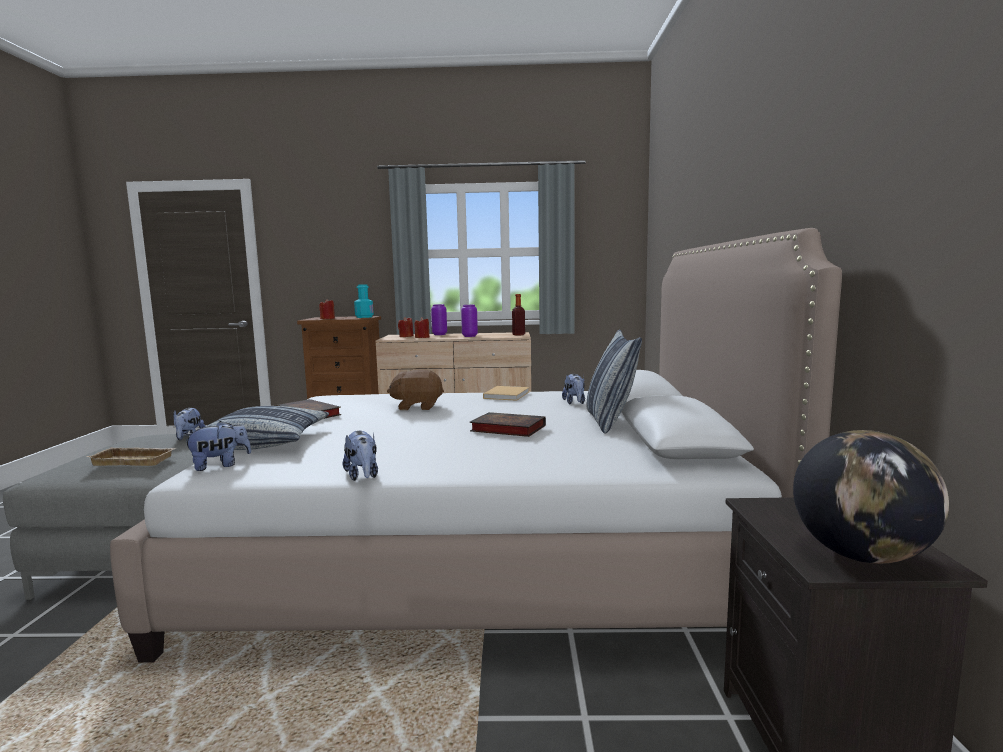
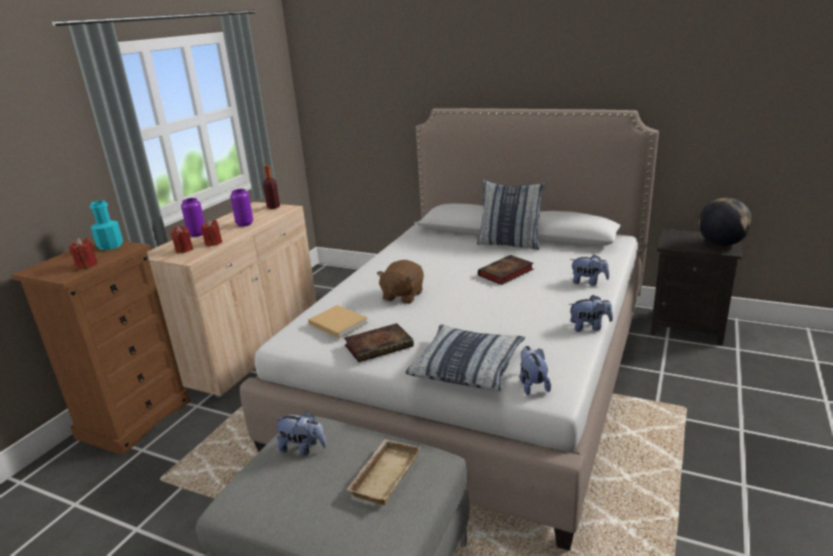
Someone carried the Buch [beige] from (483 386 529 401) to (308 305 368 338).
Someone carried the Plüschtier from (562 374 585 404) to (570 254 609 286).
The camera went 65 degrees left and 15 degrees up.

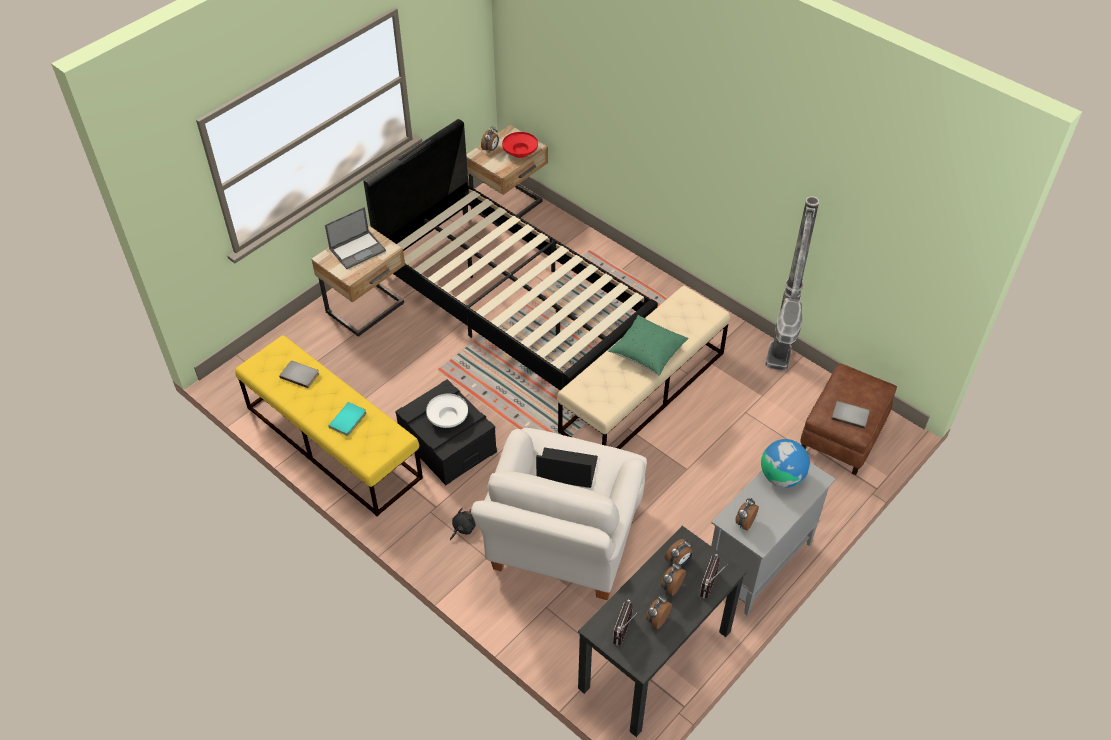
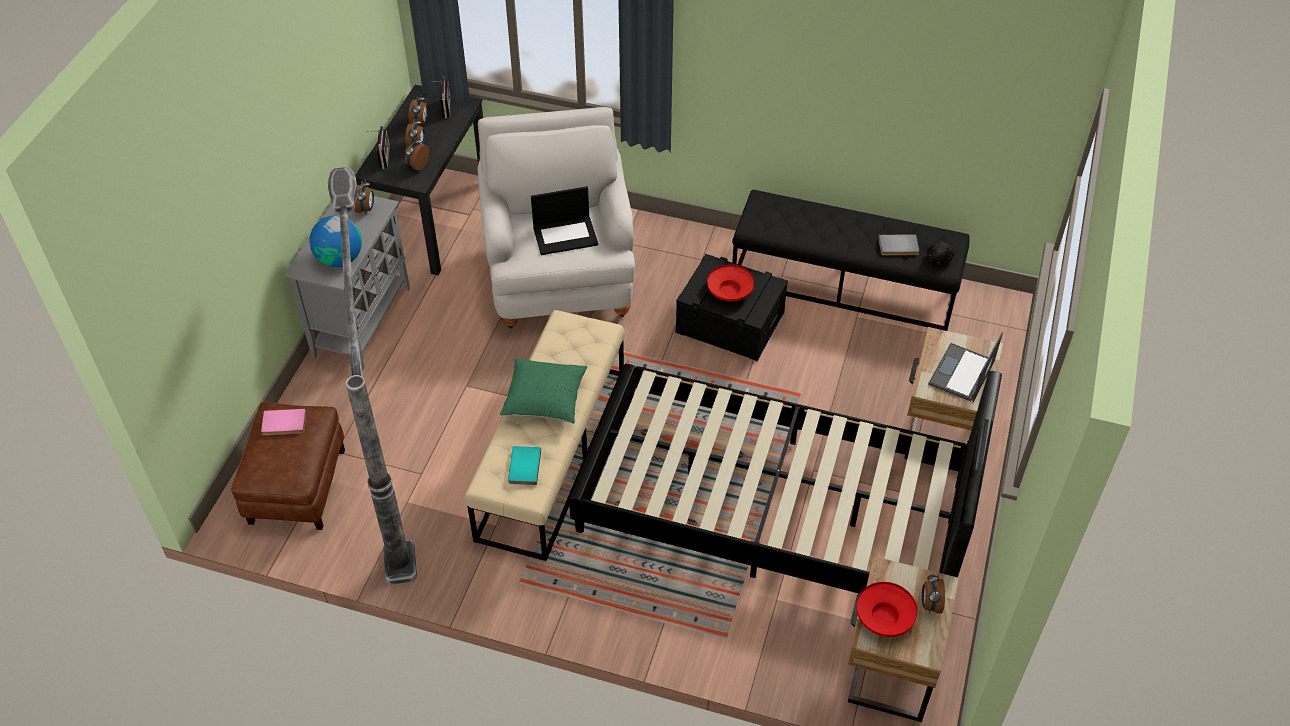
Someone repainted the Buch [grau] at (831 401 870 429), which became the Buch [rosa] at (261 409 306 435).
Someone carried the Buch [türkis] from (328 402 366 436) to (508 446 541 485).
Someone repainted the Schüssel [weiß] at (426 394 468 428), which became the Schüssel [rot] at (707 264 754 301).
Someone repainted the Bank [gelb] at (235 335 423 516), which became the Bank [schwarz] at (732 190 970 331).
Someone carried the Plüschtier [schwarz] from (450 508 476 540) to (927 240 954 264).
The camera went 155 degrees right and 0 degrees up.

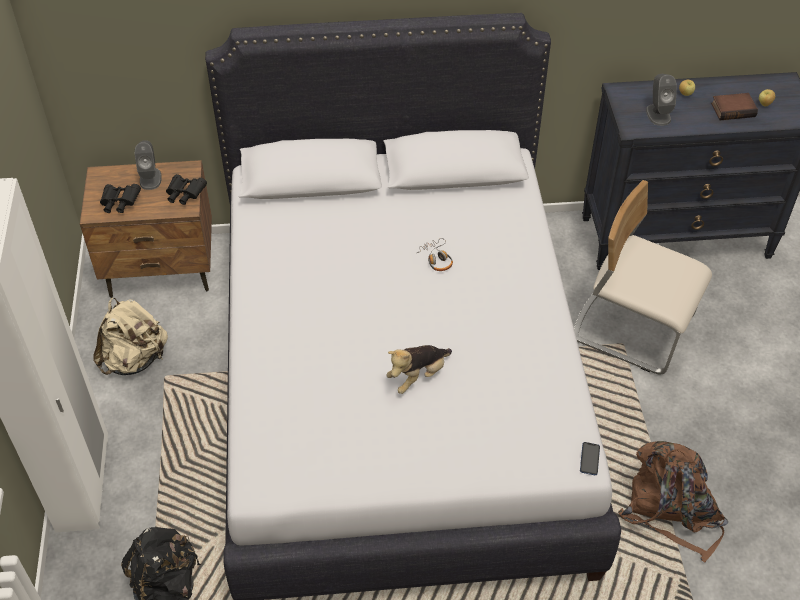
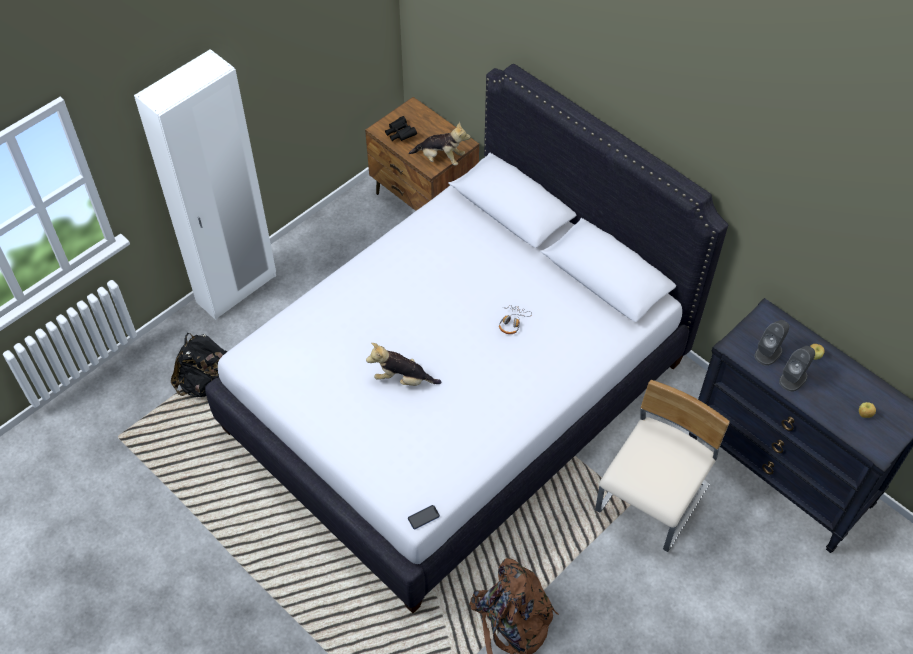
Someone swapped the Fernglas [schwarz] at (166 174 207 205) for the Plüschtier at (409 122 471 166).
Someone rotated the Stuhl [beige] at (574 180 712 374) by 45 degrees clockwise.
Someone carried the Lautsprecher [grau] from (134 140 162 190) to (779 346 815 392).
Someone took away the Rucksack [beige] at (93 297 168 375).
Someone took away the Buch at (711 93 758 120).
The camera went 50 degrees right and 5 degrees up.

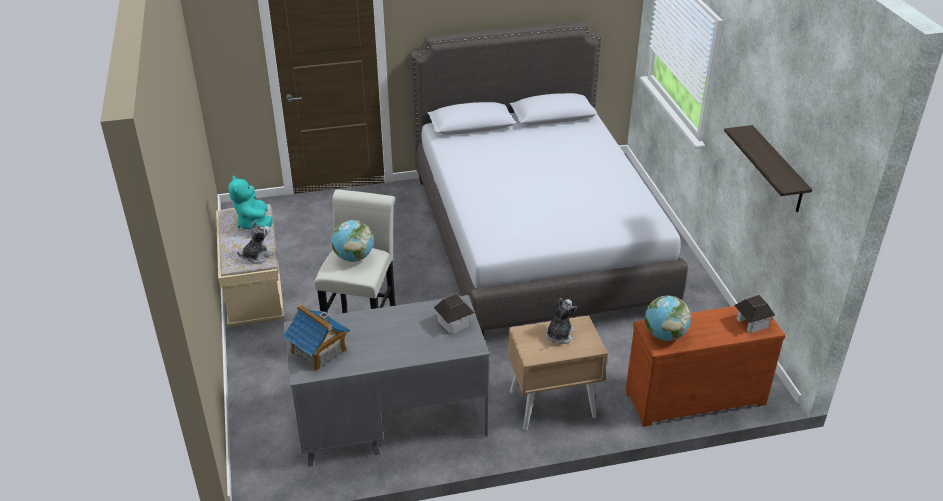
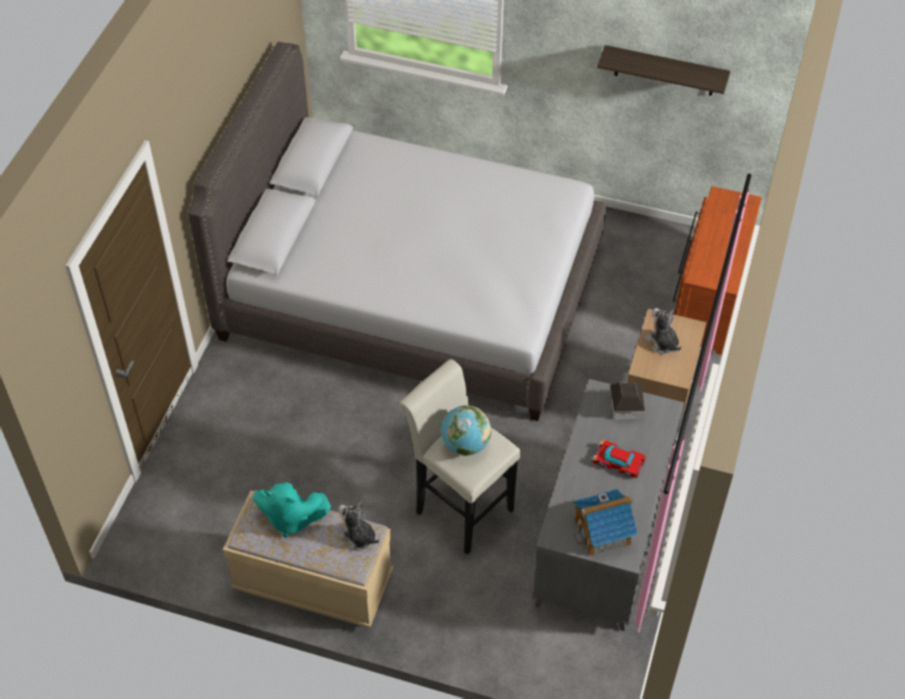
Someone rotated the Plüschtier at (237 221 274 264) by 45 degrees counterclockwise.
Someone put down the Spielzeugauto at (593 440 646 478).
Someone took away the Globus at (645 296 691 341).
Someone took away the Spielzeughaus at (734 295 776 333).
The camera went 60 degrees left and 15 degrees up.

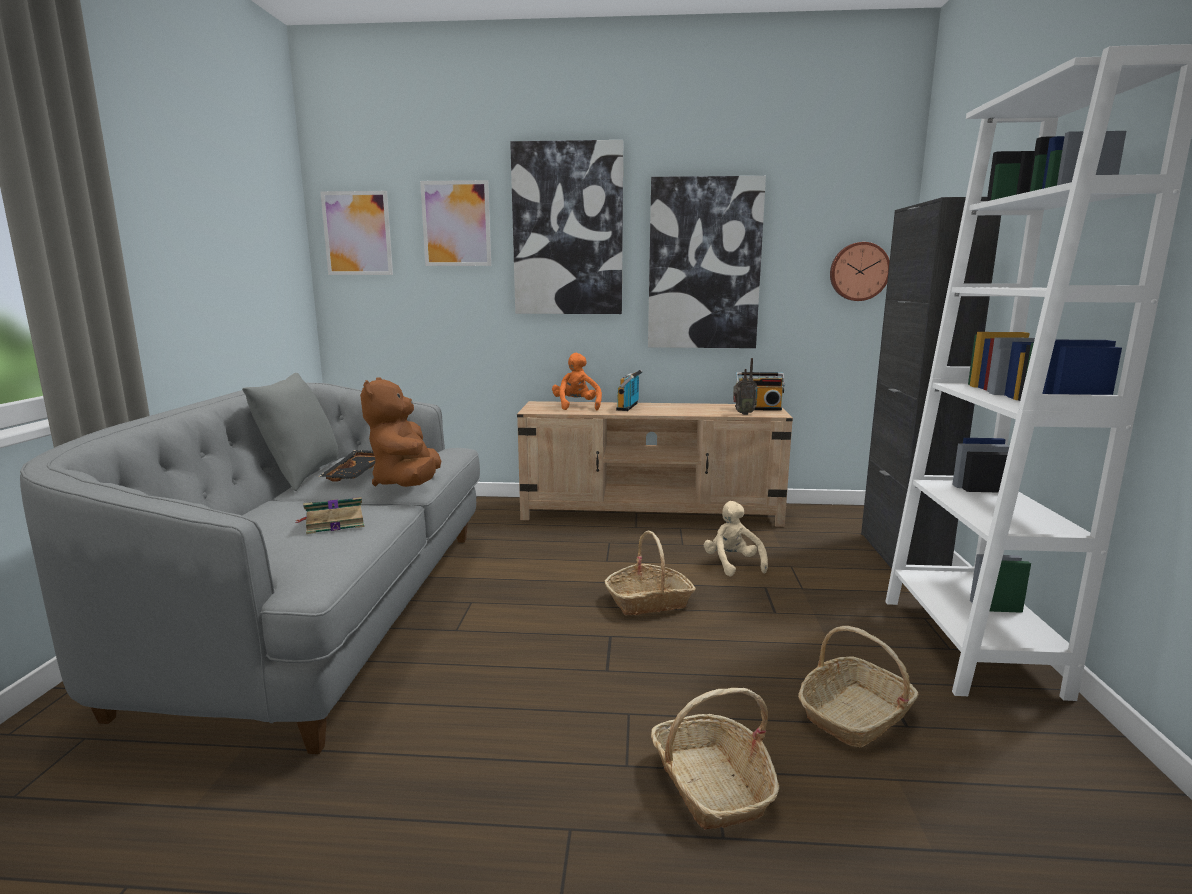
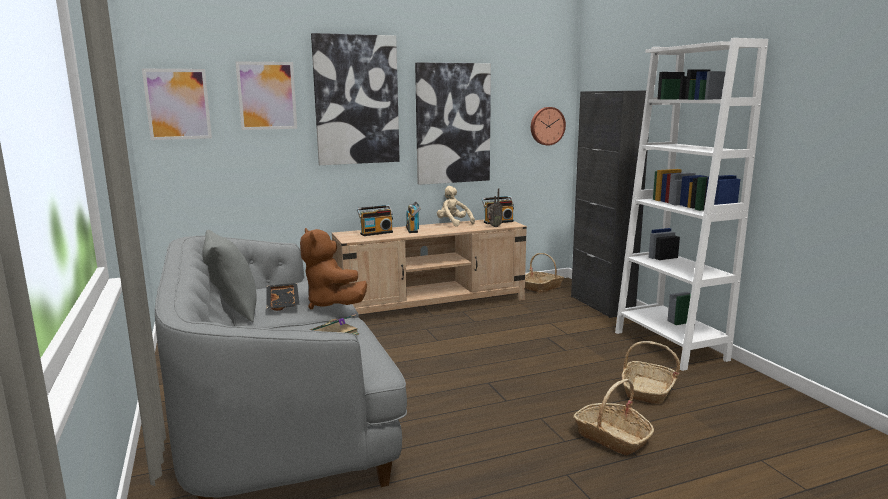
Someone swapped the Plüschtier [orange] at (552 353 602 411) for the Radio at (357 205 393 236).
Someone carried the Plüschtier [beige] from (704 501 768 577) to (437 186 475 227).
Someone carried the Korb from (605 531 696 616) to (525 253 564 293).
The camera went 25 degrees left and 0 degrees up.

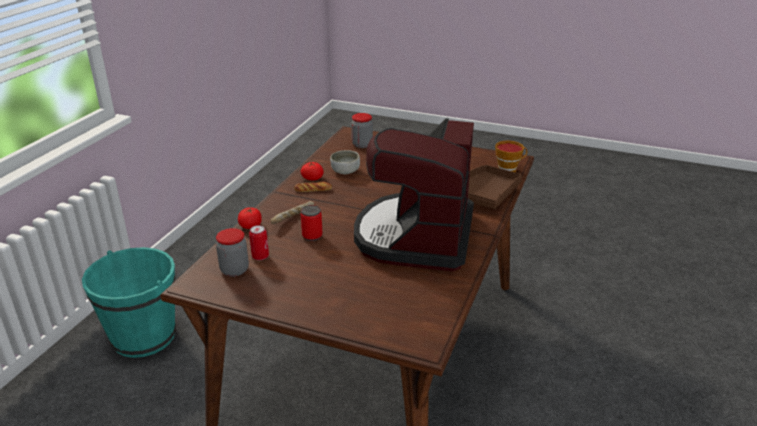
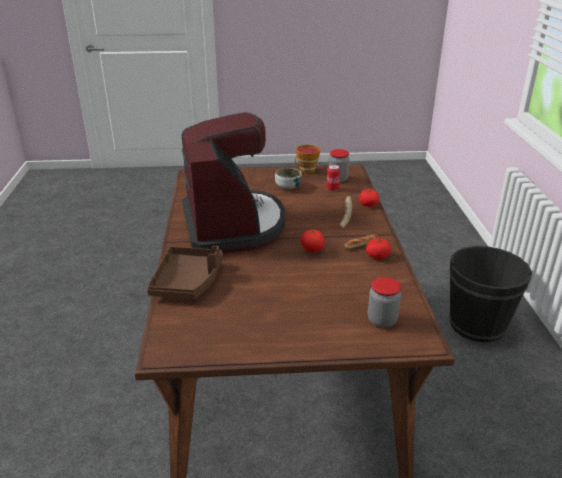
Someone carried the Schüssel from (330 150 360 174) to (275 168 302 189).
Someone carried the Tasse from (495 141 527 172) to (295 145 321 174).
Someone put down the Tomate at (301 230 325 252).
Someone repainted the Eimer [türkis] at (82 247 176 358), which became the Eimer [schwarz] at (449 246 533 342).
Someone took away the Dose at (301 205 323 241).
The camera went 155 degrees right and 0 degrees up.

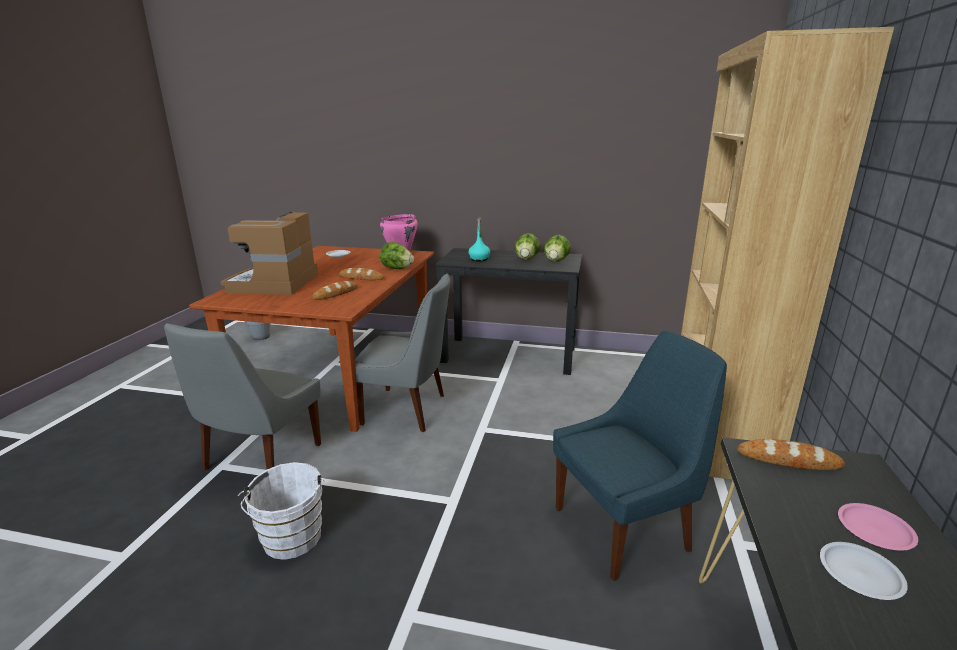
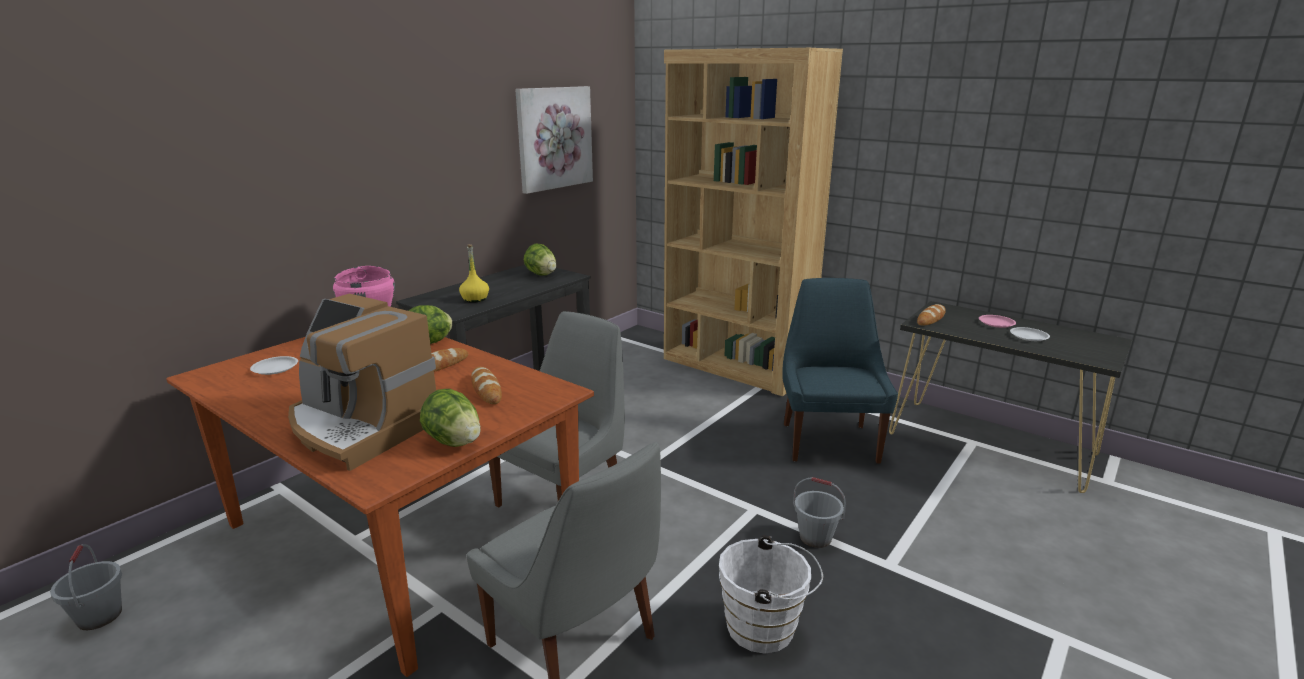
Someone carried the Salatkopf from (514 233 540 260) to (420 389 481 447).
Someone repainted the Flasche [türkis] at (469 217 490 261), which became the Flasche [gelb] at (459 244 489 303).
Someone put up the Bild at (515 86 593 194).
Someone put down the Eimer [grau] at (793 477 846 548).
The camera went 65 degrees left and 0 degrees up.

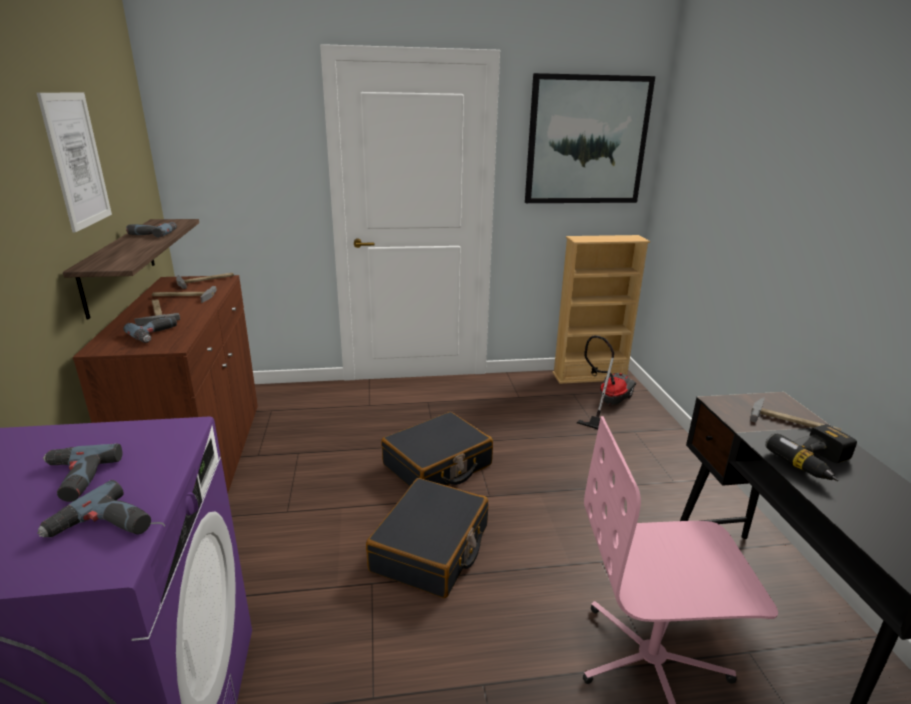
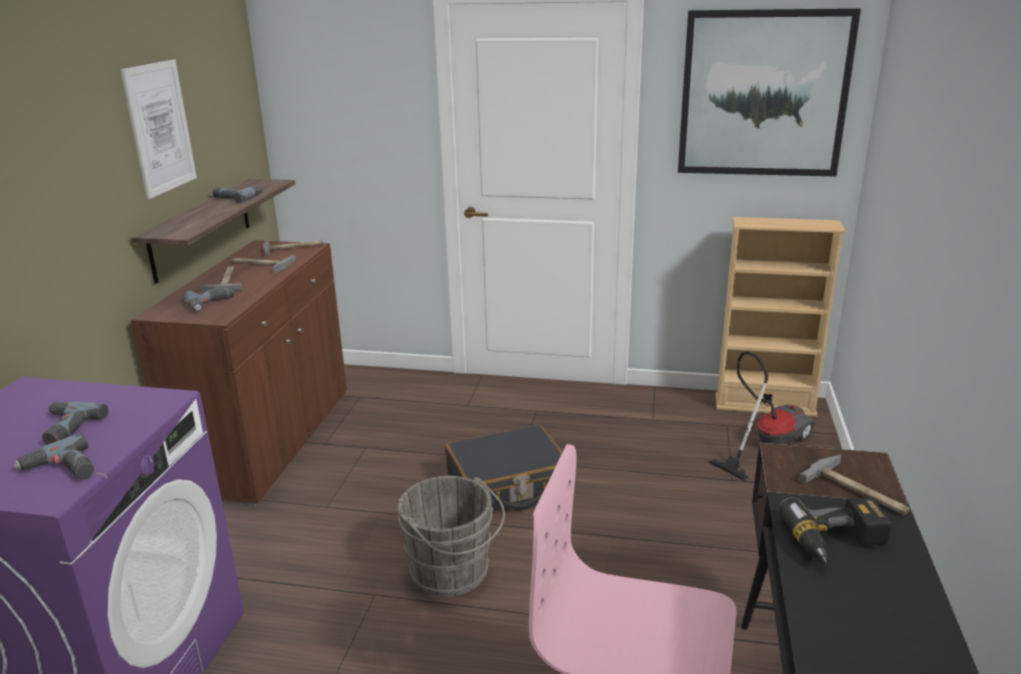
Someone swapped the Koffer [schwarz] at (366 478 489 598) for the Eimer [grau] at (398 476 505 597).
The camera went 20 degrees right and 0 degrees up.

